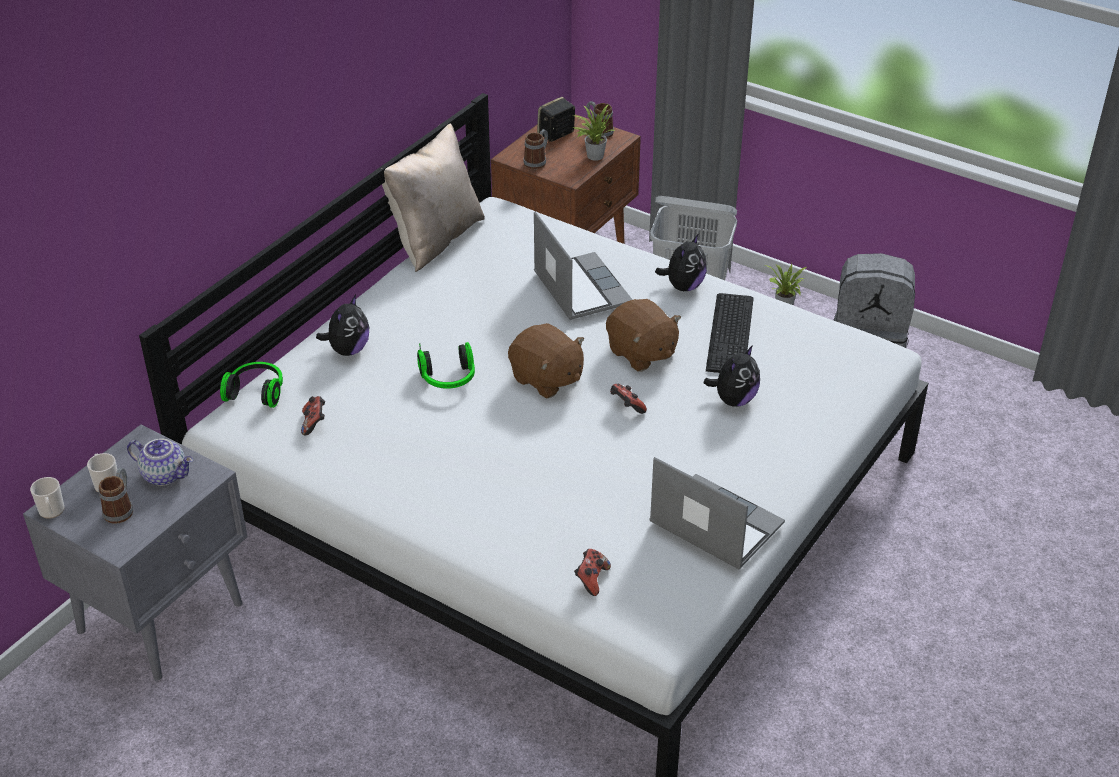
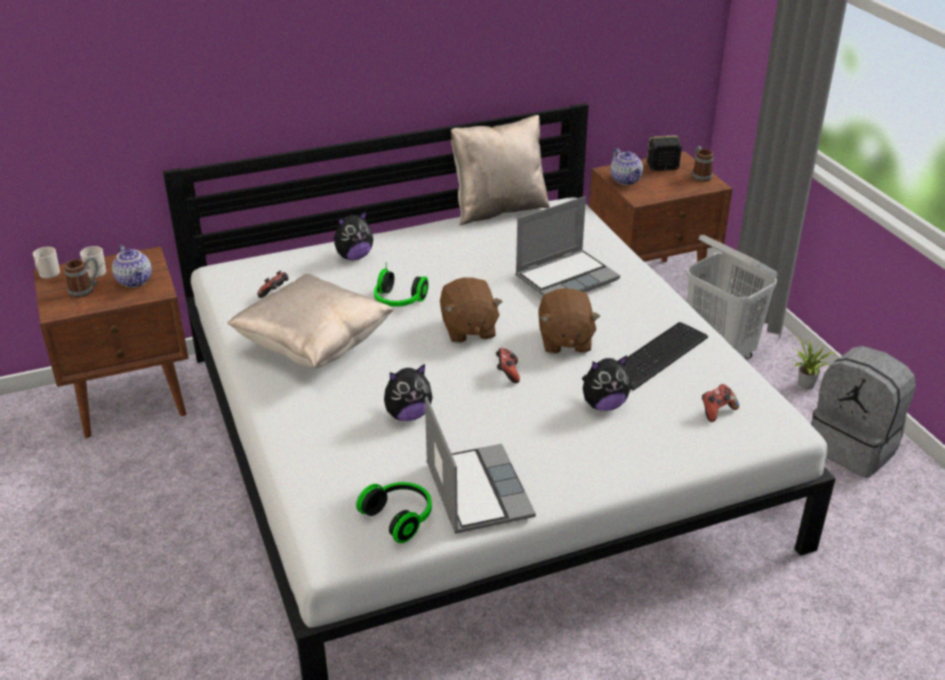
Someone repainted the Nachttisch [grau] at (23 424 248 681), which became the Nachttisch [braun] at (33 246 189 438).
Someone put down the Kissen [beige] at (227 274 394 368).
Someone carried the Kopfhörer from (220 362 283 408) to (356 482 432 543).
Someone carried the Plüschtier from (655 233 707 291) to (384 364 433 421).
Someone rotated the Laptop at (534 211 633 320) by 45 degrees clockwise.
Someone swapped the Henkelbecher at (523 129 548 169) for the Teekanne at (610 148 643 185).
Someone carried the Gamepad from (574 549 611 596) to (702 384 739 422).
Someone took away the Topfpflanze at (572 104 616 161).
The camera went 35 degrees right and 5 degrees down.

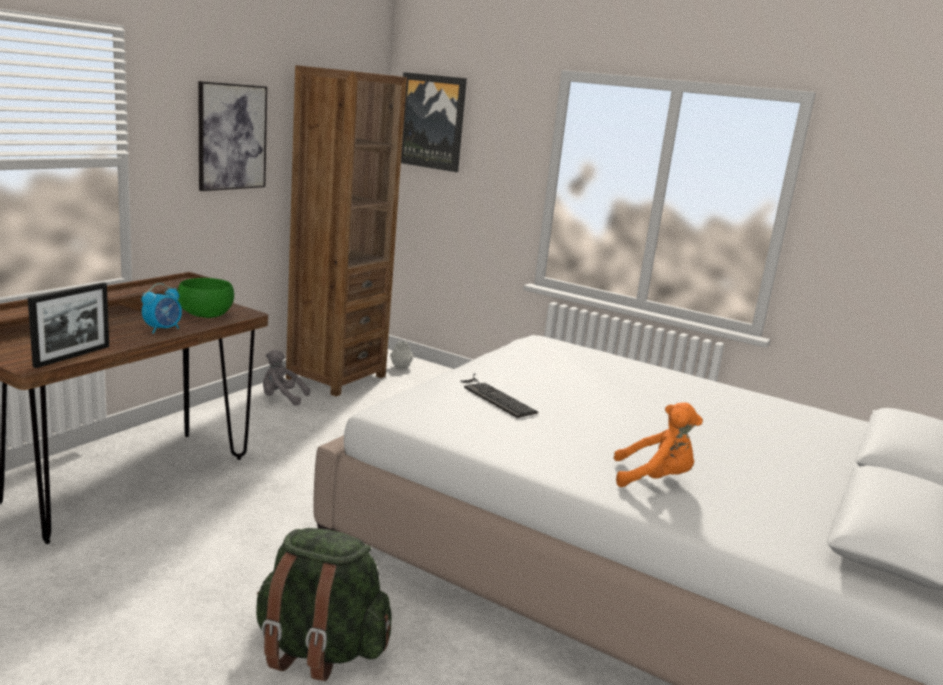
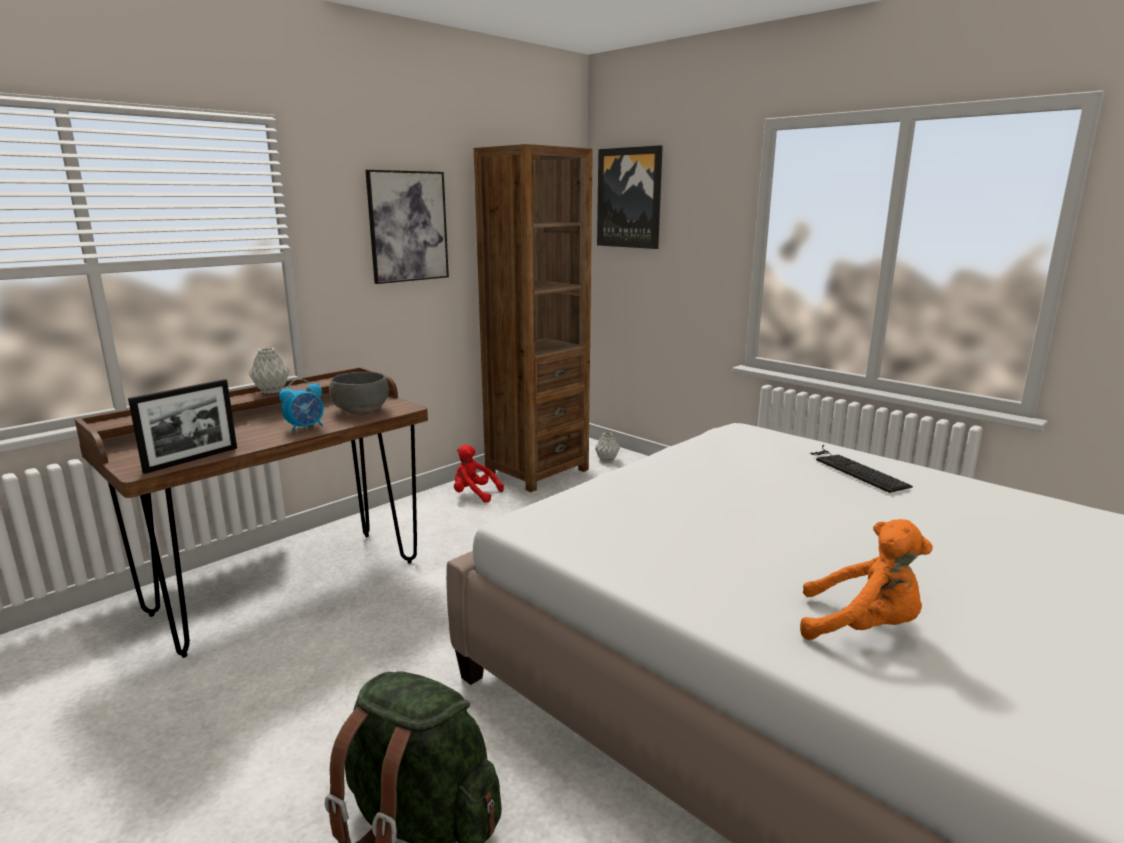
Someone put down the Vase [grau] at (249 348 290 394).
Someone repainted the Schüssel [grün] at (177 278 234 318), which became the Schüssel [grau] at (329 372 389 414).
Someone repainted the Plüschtier [grau] at (263 350 310 406), which became the Plüschtier [rot] at (454 445 504 503).
Someone carried the Tastatur from (461 373 538 418) to (810 445 913 493).
The camera went 15 degrees right and 0 degrees up.

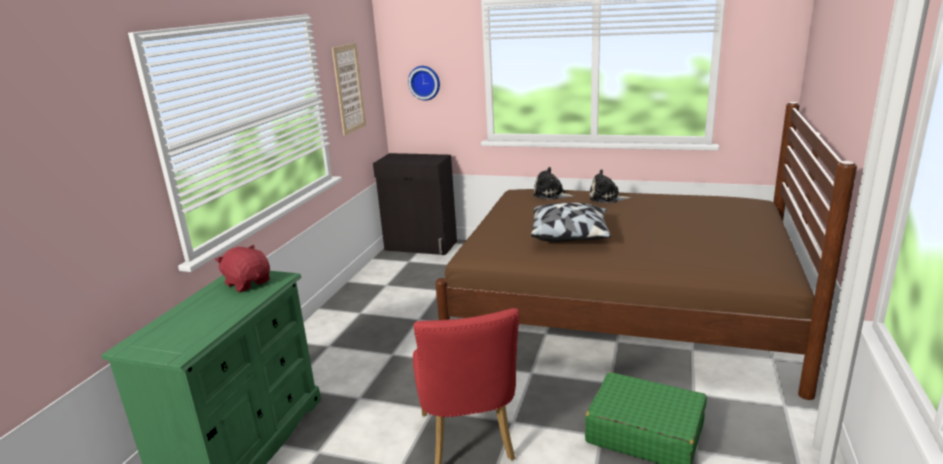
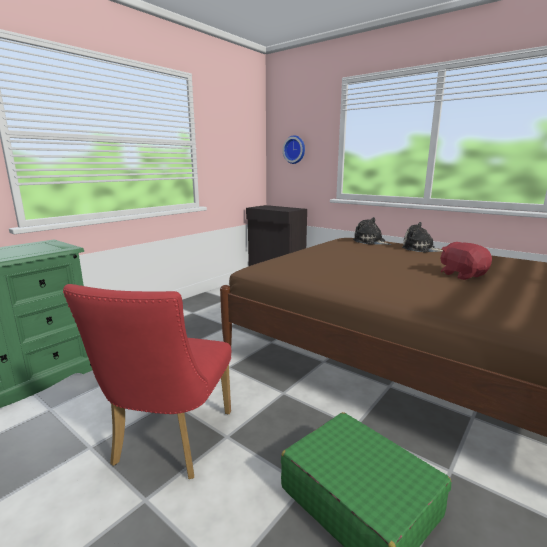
Someone carried the Plüschtier [rot] from (215 245 270 292) to (440 242 492 280).
Someone took away the Bild at (332 43 366 136).
Someone took away the Kissen at (531 203 611 242).
The camera went 20 degrees right and 5 degrees down.

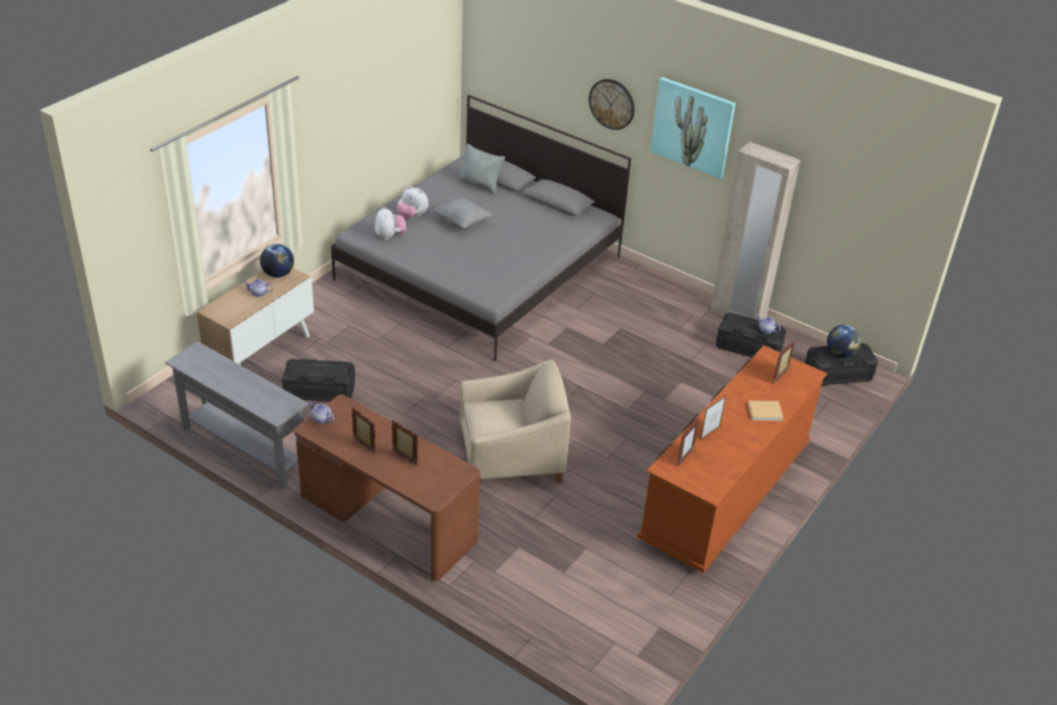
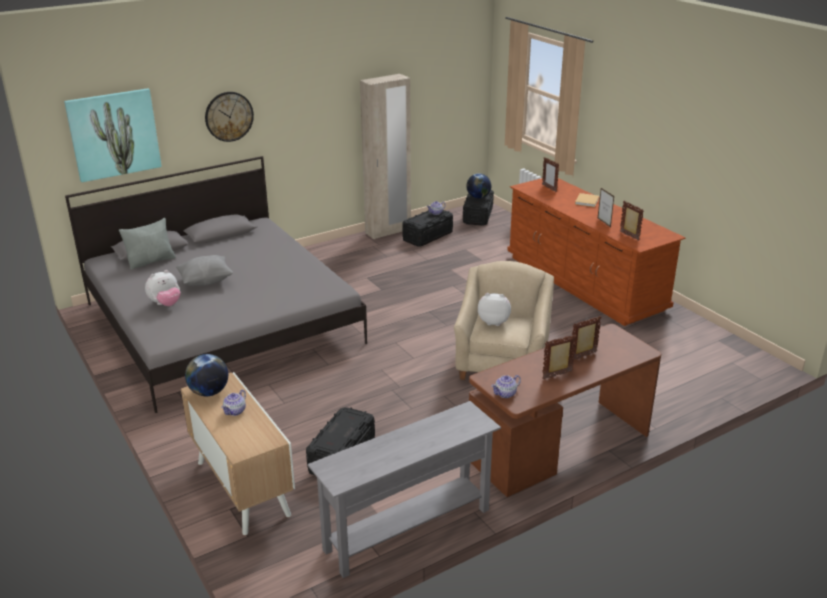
Someone carried the Bild from (650 77 735 179) to (64 88 162 182).
Someone carried the Plüschtier from (375 206 406 240) to (478 293 511 326).
The camera went 65 degrees left and 10 degrees down.

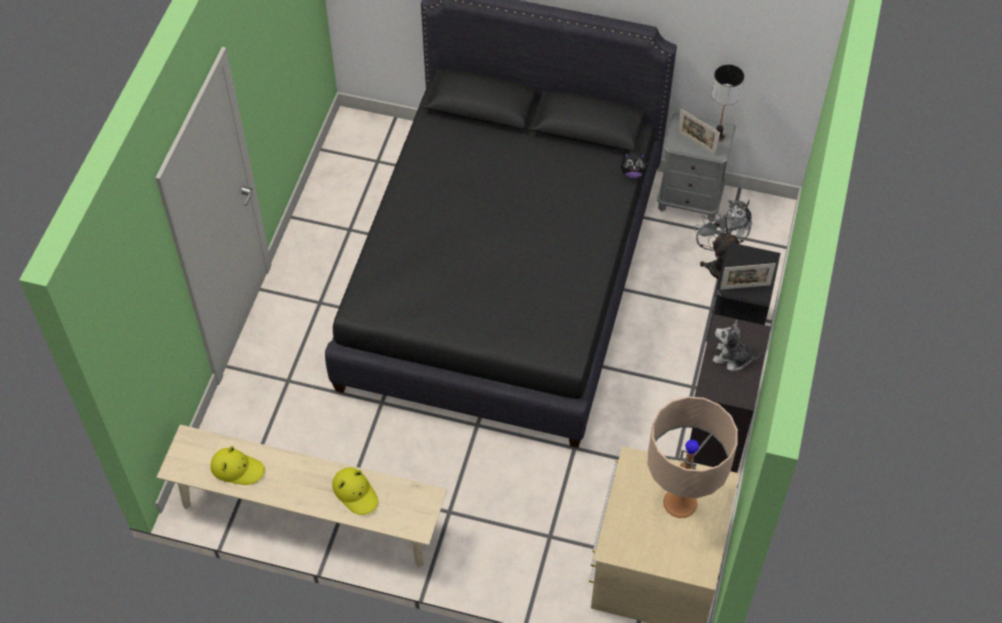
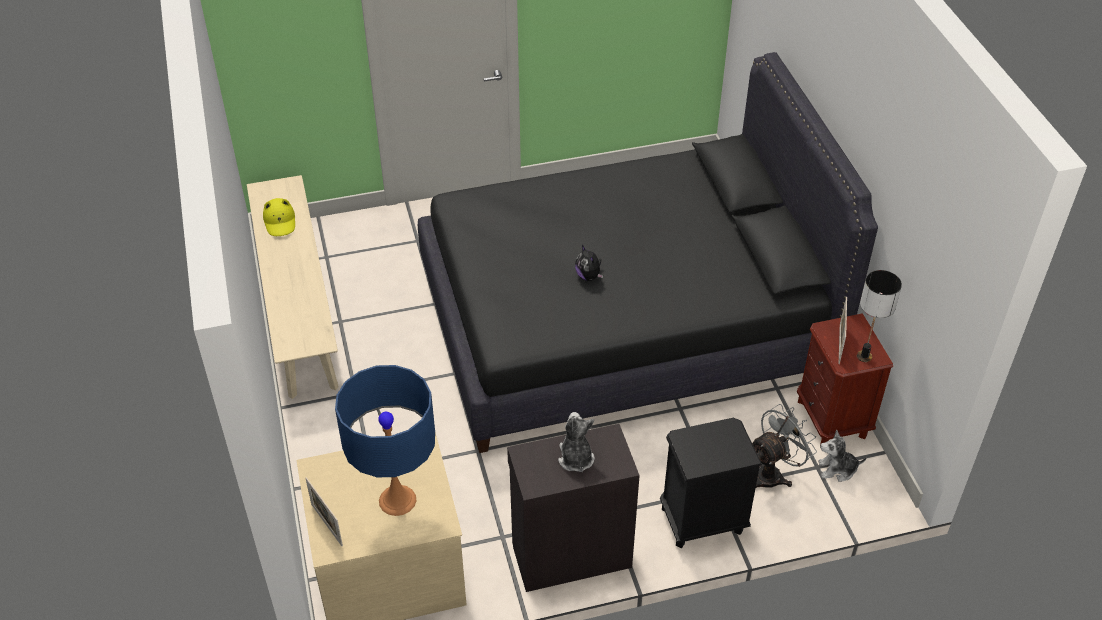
Someone carried the Bilderrahmen from (720 263 776 290) to (306 478 343 546).
Someone repainted the Tischlampe [beige] at (647 396 738 518), which became the Tischlampe [blau] at (335 365 435 516).
Someone carried the Plüschtier from (621 152 649 178) to (575 245 603 281).
Someone repainted the Nachttisch [grau] at (657 113 736 221), which became the Nachttisch [braun] at (797 313 893 445).
Someone took away the Hut [gelb] at (332 467 378 515).
The camera went 60 degrees right and 10 degrees down.

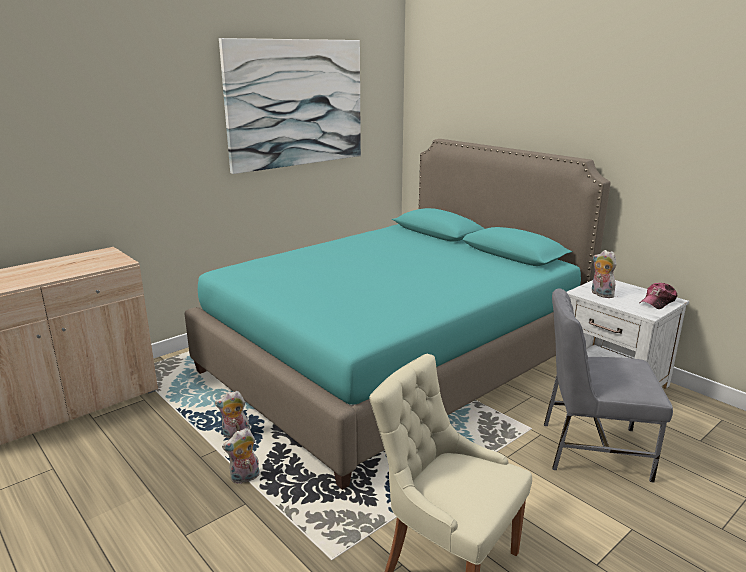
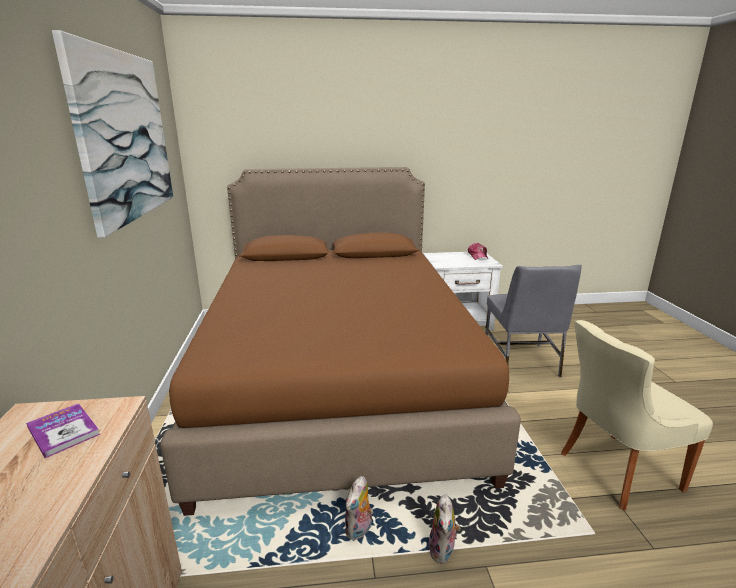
Someone put down the Buch at (26 403 100 458).
Someone repainted the Bett [türkis] at (185 139 611 490), which became the Bett [braun] at (160 167 521 516).
Someone rotated the Stuhl [grau] at (544 288 673 482) by 45 degrees counterclockwise.
Someone took away the Plüschtier at (592 250 617 298).
The camera went 55 degrees left and 0 degrees up.

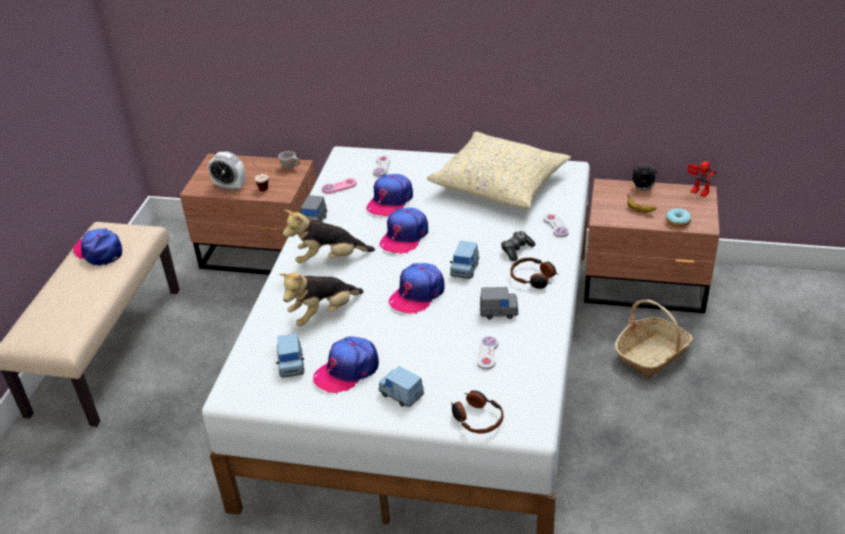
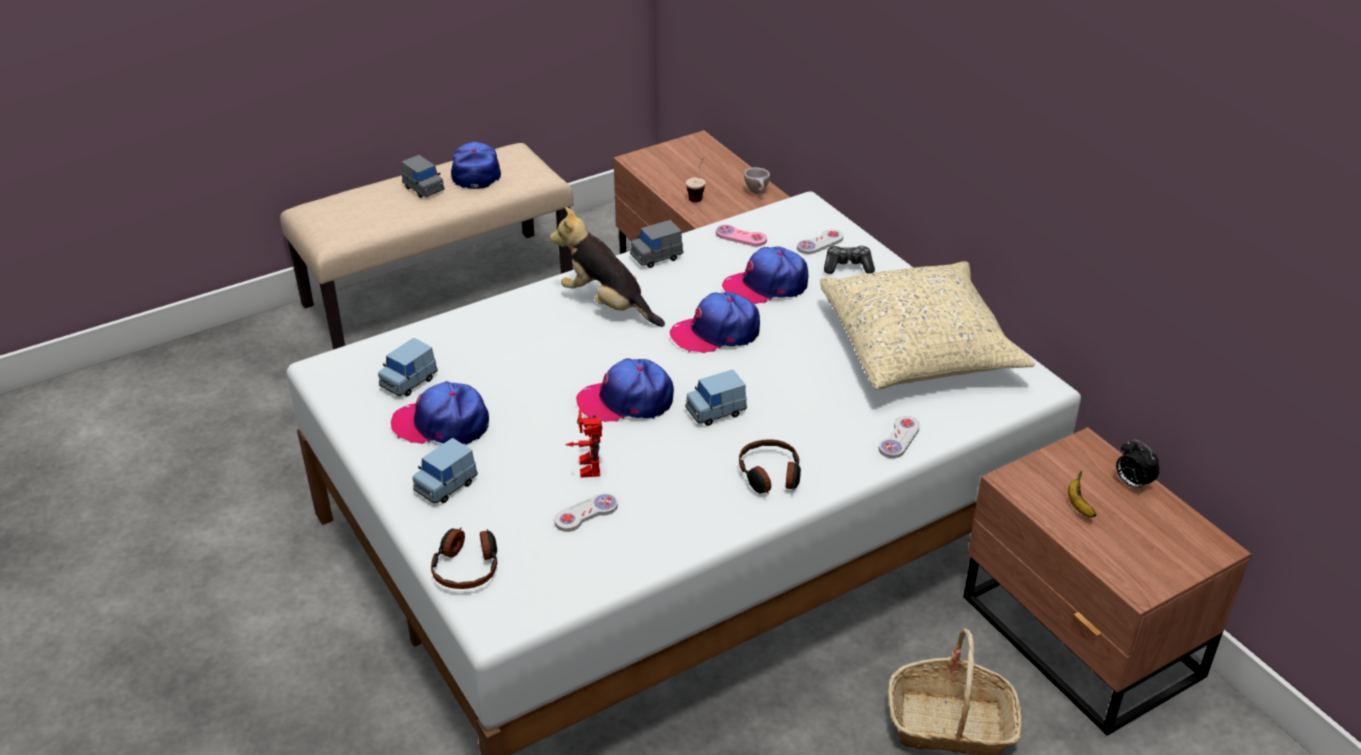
Someone carried the Spielzeugauto [grau] from (480 287 519 319) to (402 155 445 198).
Someone rotated the Spielzeugauto [blau] at (379 366 424 407) by 135 degrees counterclockwise.
Someone carried the Spielzeugroboter from (687 161 717 197) to (565 410 602 478).
Someone carried the Gamepad from (501 231 536 261) to (824 246 875 274).
Someone took away the Wecker at (208 151 246 191).
Someone took away the Plüschtier at (279 273 364 326).
Someone took away the Donut at (666 208 691 227).
The camera went 45 degrees right and 0 degrees up.

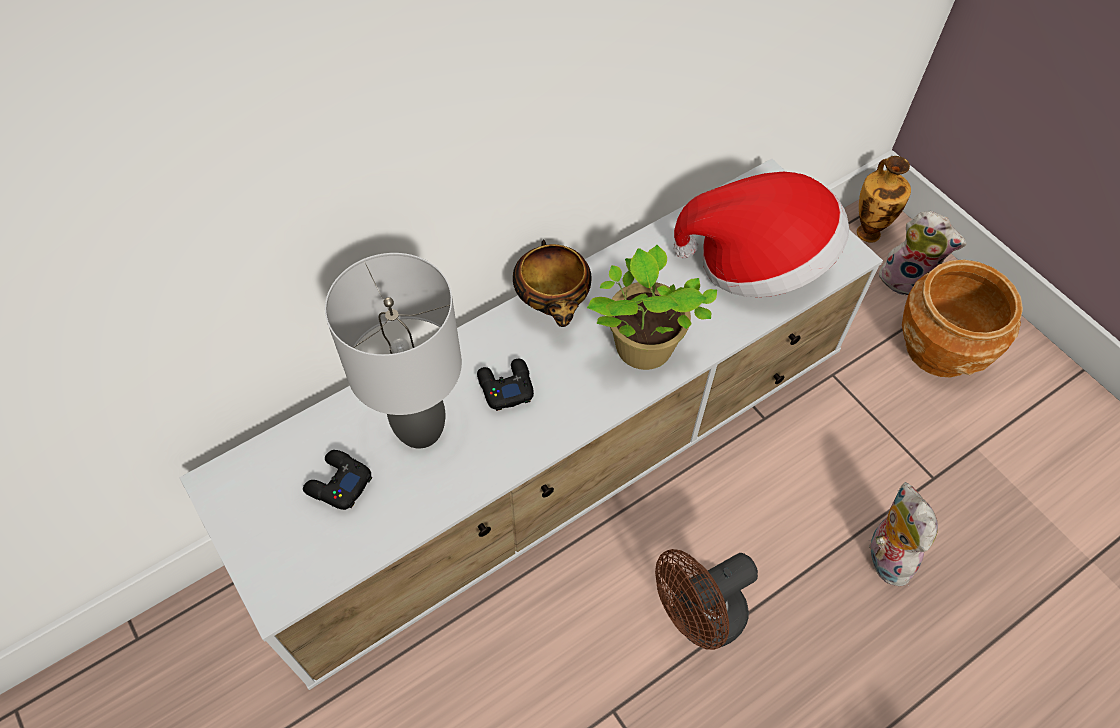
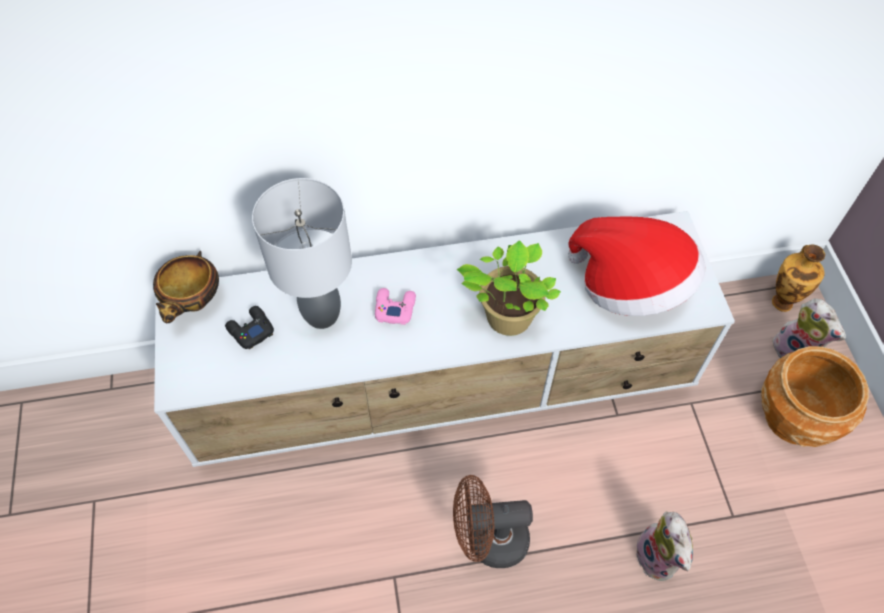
Someone carried the Schüssel from (513 240 591 327) to (153 251 219 323).
Someone repainted the Gamepad [schwarz] at (477 359 534 411), which became the Gamepad [rosa] at (375 288 416 325).
Someone rotated the Plüschtier at (869 482 938 588) by 150 degrees clockwise.
The camera went 25 degrees right and 0 degrees up.

